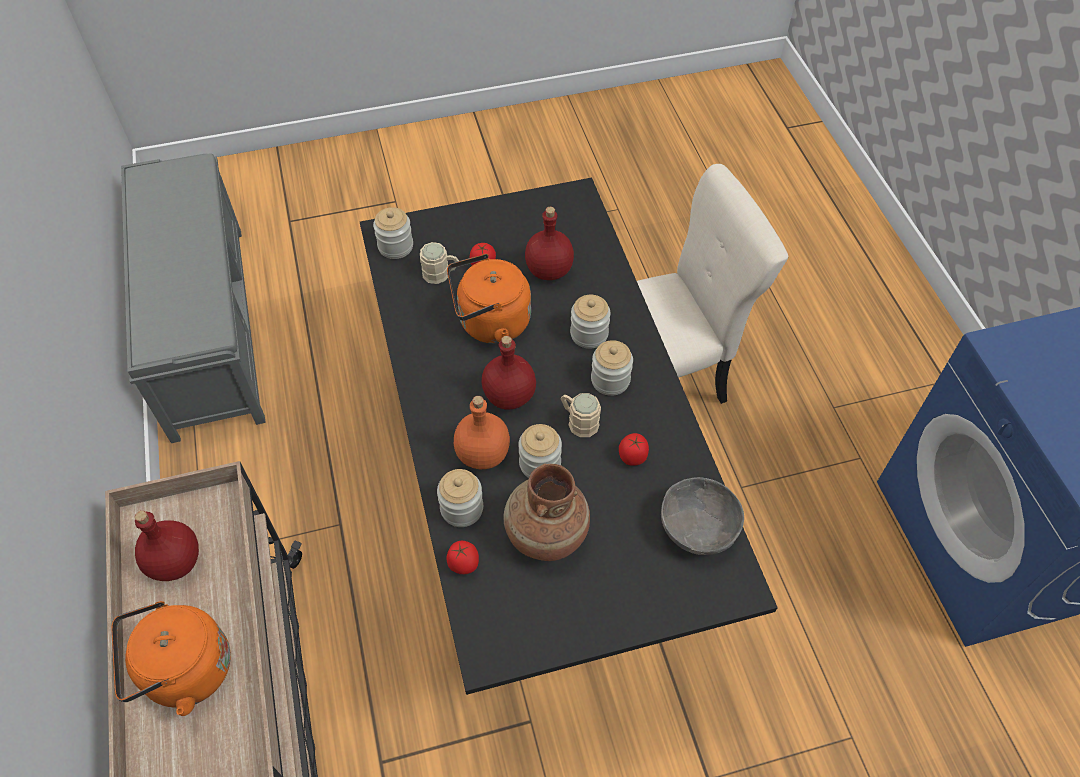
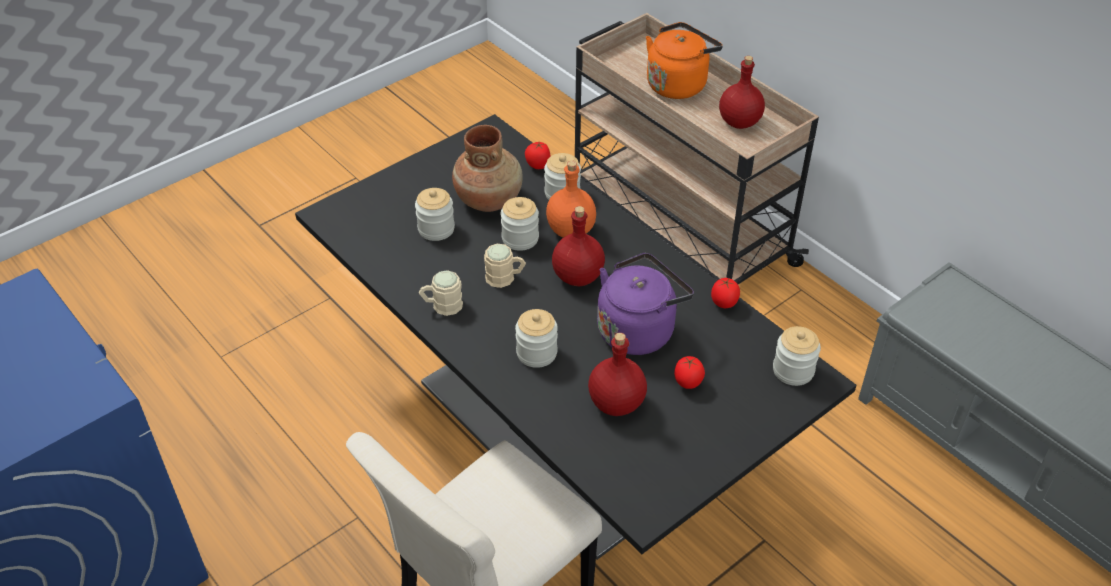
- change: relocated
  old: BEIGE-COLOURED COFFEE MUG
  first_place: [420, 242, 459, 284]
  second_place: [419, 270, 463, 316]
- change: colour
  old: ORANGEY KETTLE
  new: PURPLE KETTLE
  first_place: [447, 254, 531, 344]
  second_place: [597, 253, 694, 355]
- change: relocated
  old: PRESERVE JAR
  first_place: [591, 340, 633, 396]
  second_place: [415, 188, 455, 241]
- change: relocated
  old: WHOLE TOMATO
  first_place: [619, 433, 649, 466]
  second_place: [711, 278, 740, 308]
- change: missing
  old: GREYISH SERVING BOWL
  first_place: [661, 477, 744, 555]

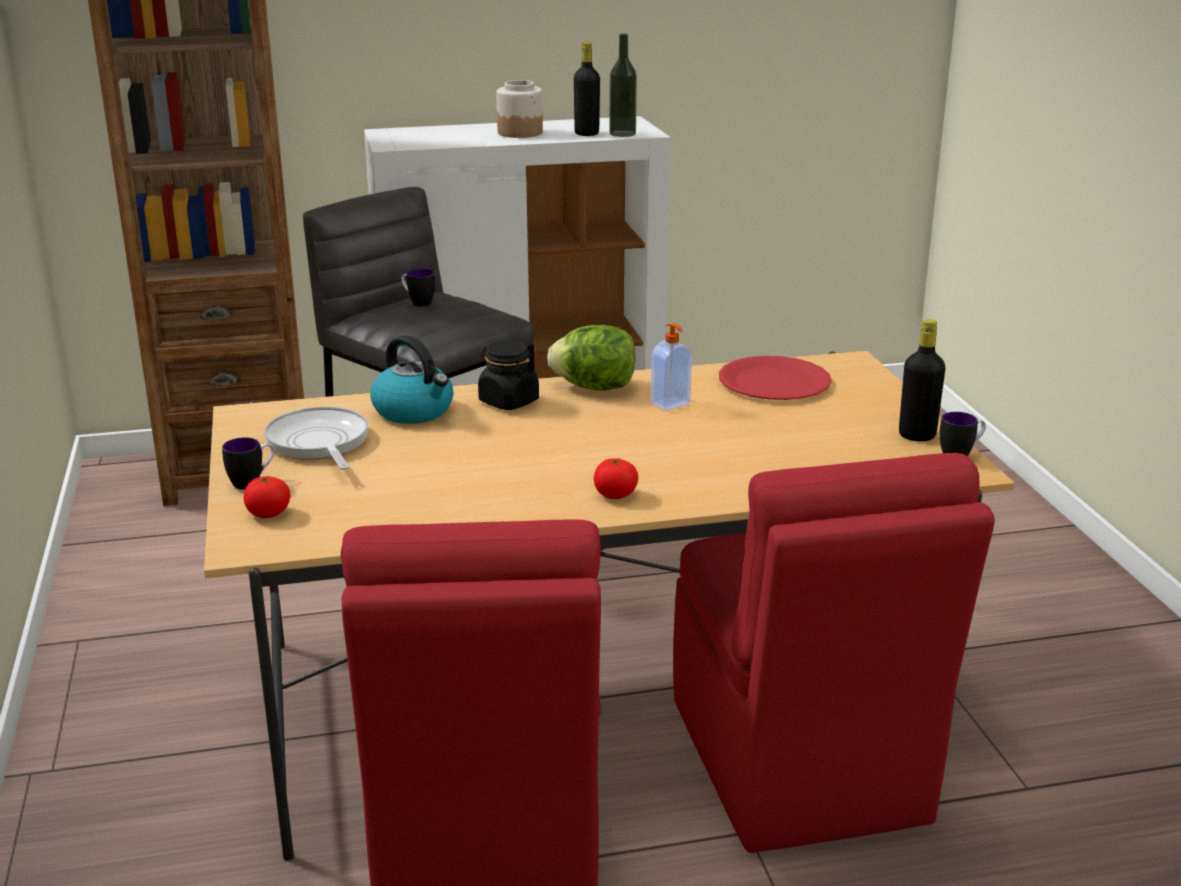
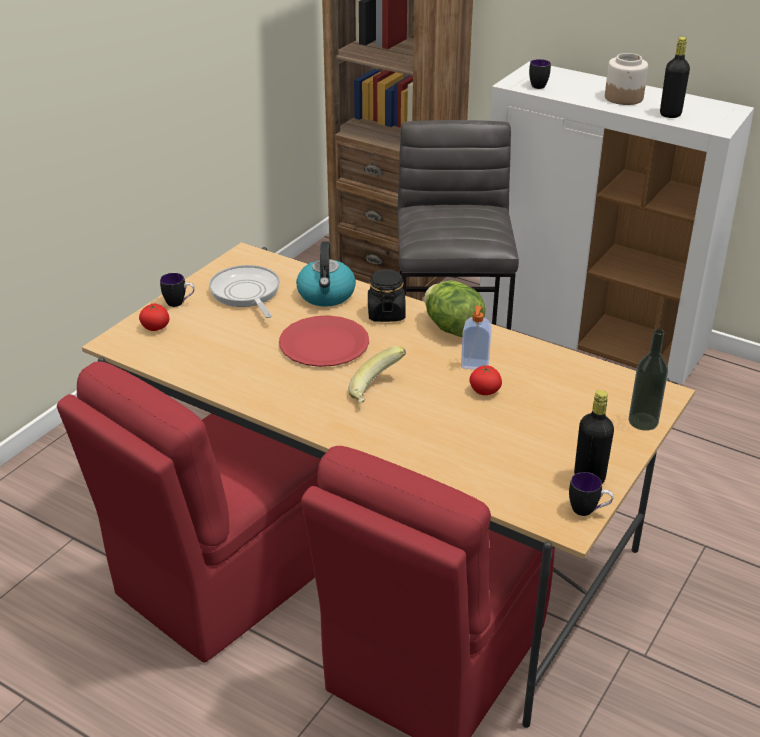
- change: spun
  old: SKILLET
  first_place: [264, 407, 368, 470]
  second_place: [209, 265, 280, 318]
  degrees: -45
- change: relocated
  old: COFFEE MUG
  first_place: [401, 269, 435, 307]
  second_place: [529, 59, 551, 89]
- change: relocated
  old: WHOLE TOMATO
  first_place: [594, 458, 638, 499]
  second_place: [469, 365, 502, 395]
- change: relocated
  old: BEVERAGE BOTTLE
  first_place: [609, 34, 637, 137]
  second_place: [629, 329, 668, 431]
- change: relocated
  old: REDDISH PLATE
  first_place: [719, 356, 831, 400]
  second_place: [279, 315, 369, 367]
- change: appeared
  new: WHOLE BANANA
  second_place: [348, 346, 406, 404]

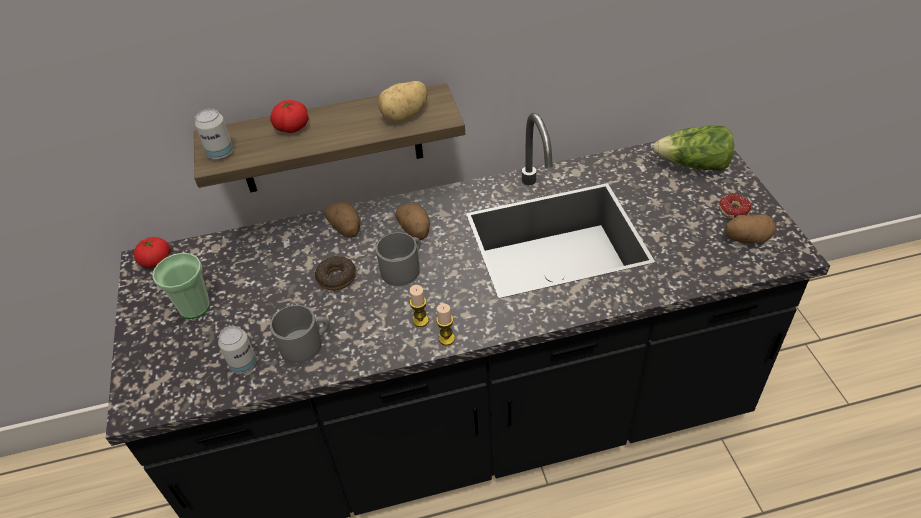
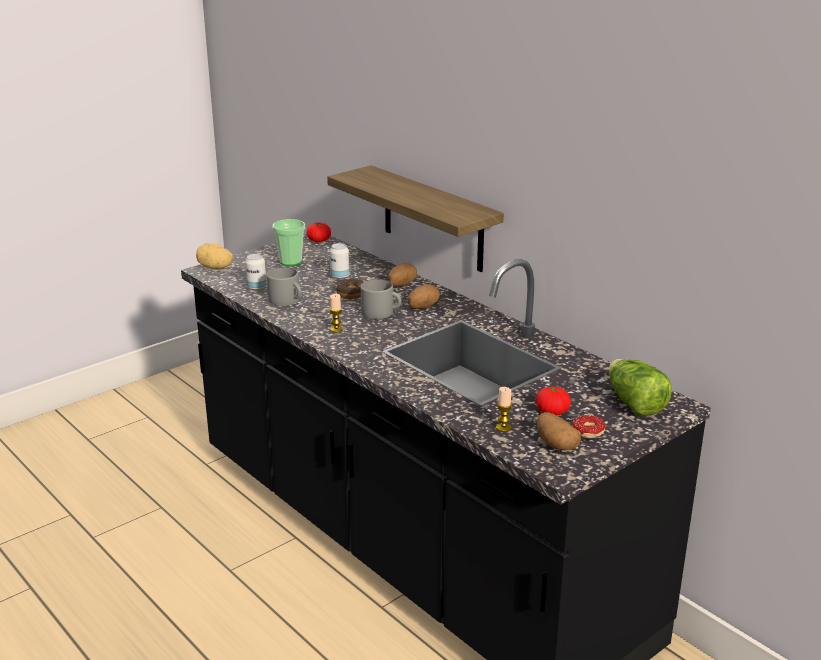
- change: relocated
  old: CAN
  first_place: [195, 108, 233, 160]
  second_place: [330, 243, 350, 279]
- change: relocated
  old: WHOLE TOMATO
  first_place: [270, 100, 309, 133]
  second_place: [536, 387, 571, 415]
- change: relocated
  old: SPUD
  first_place: [378, 81, 427, 122]
  second_place: [196, 243, 233, 269]
- change: relocated
  old: WAX LIGHT
  first_place: [436, 304, 455, 345]
  second_place: [496, 387, 513, 432]

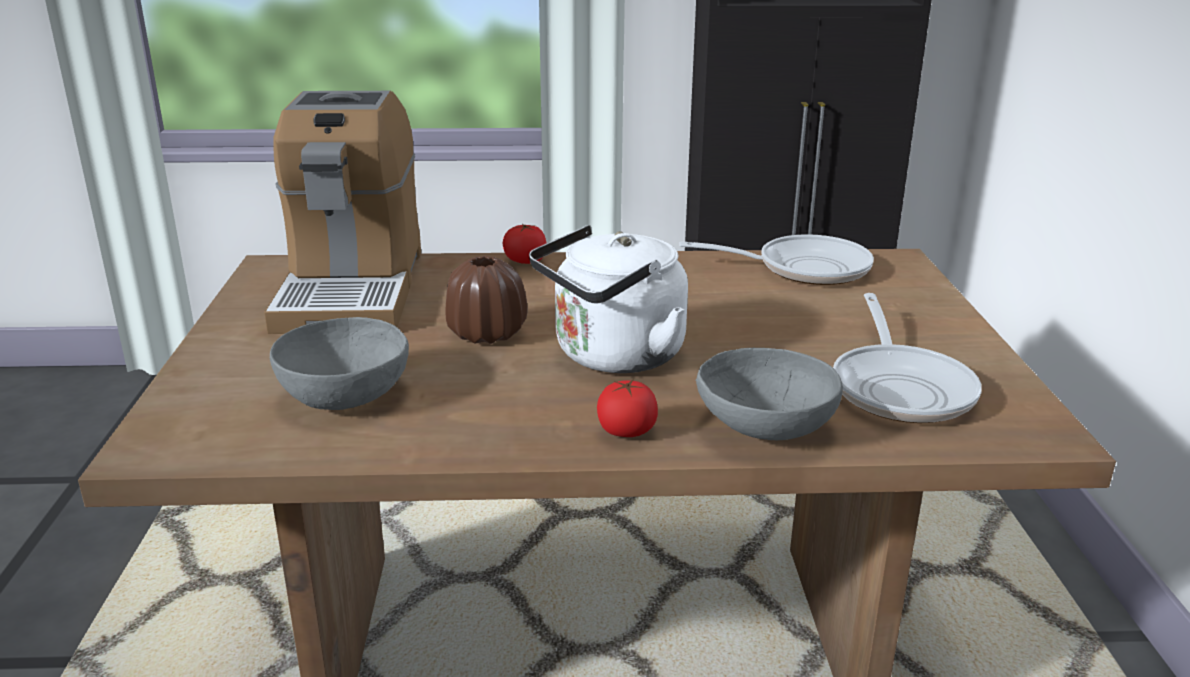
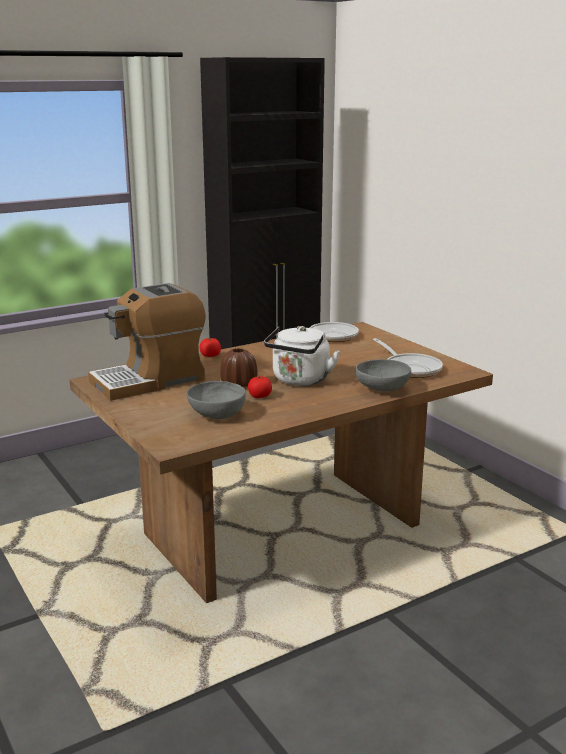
- change: spun
  old: COFFEE BREWER
  first_place: [264, 91, 421, 334]
  second_place: [88, 283, 206, 401]
  degrees: 90
- change: relocated
  old: WHOLE TOMATO
  first_place: [597, 379, 658, 437]
  second_place: [248, 376, 272, 398]

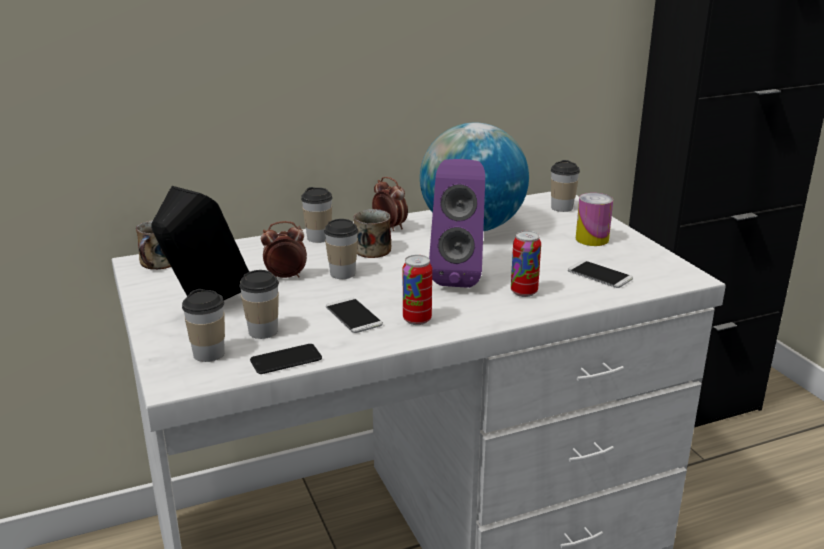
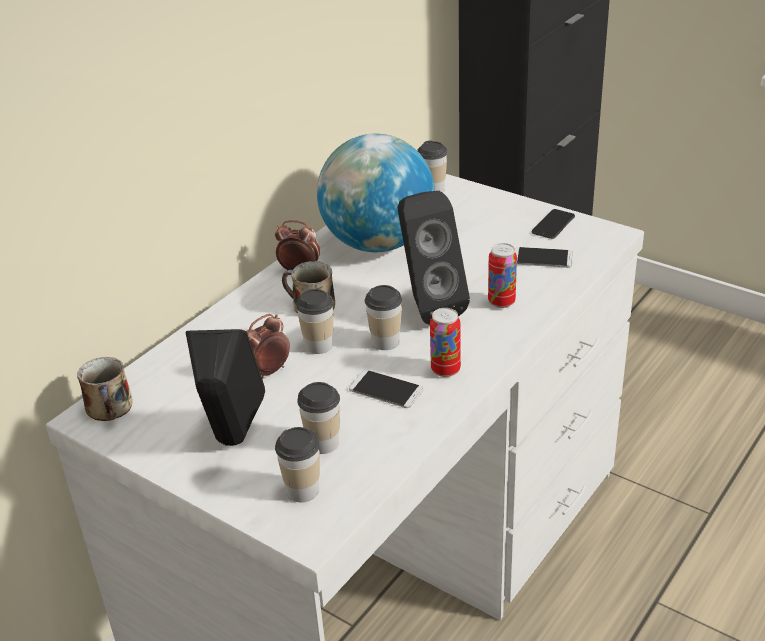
- change: relocated
  old: HANDSET
  first_place: [250, 344, 322, 374]
  second_place: [532, 209, 575, 239]
- change: relocated
  old: CUP
  first_place: [301, 187, 333, 243]
  second_place: [365, 285, 402, 350]
- change: colour
  old: PURPLE AUDIO SPEAKER
  new: BLACKISH AUDIO SPEAKER
  first_place: [429, 159, 485, 288]
  second_place: [397, 191, 470, 325]
- change: missing
  old: CAN
  first_place: [576, 193, 613, 246]

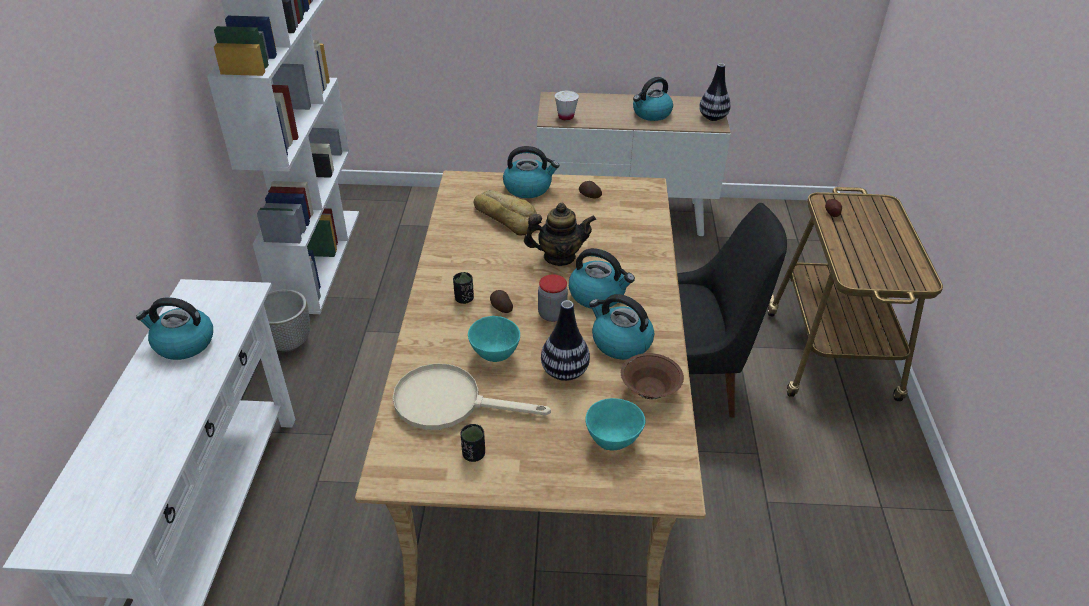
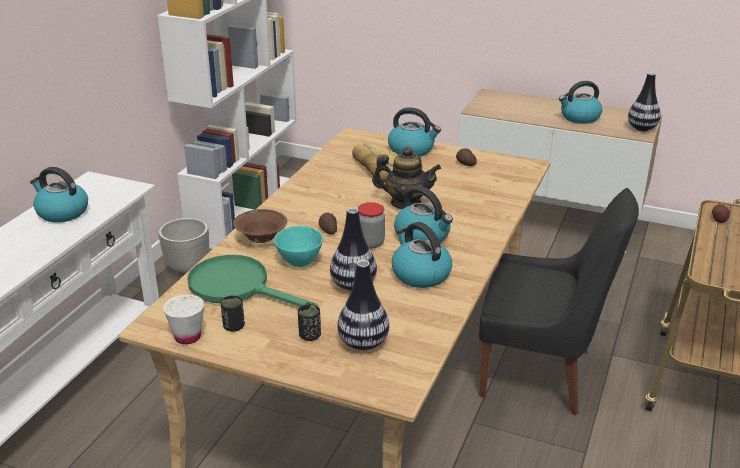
- change: colour
  old: BEIGE-COLOURED SKILLET
  new: GREEN SKILLET
  first_place: [393, 364, 551, 430]
  second_place: [187, 255, 319, 307]
- change: relocated
  old: BLACKISH CUP
  first_place: [453, 272, 474, 304]
  second_place: [298, 304, 321, 341]
- change: relocated
  old: WHITE-COLOURED CUP
  first_place: [555, 91, 579, 121]
  second_place: [163, 294, 204, 345]
- change: exchanged
  old: BLUE-GREEN SERVING BOWL
  new: DECORATIVE VASE
  first_place: [586, 398, 645, 450]
  second_place: [337, 260, 389, 350]
- change: relocated
  old: BROWN SERVING BOWL
  first_place: [621, 353, 684, 399]
  second_place: [233, 209, 287, 243]

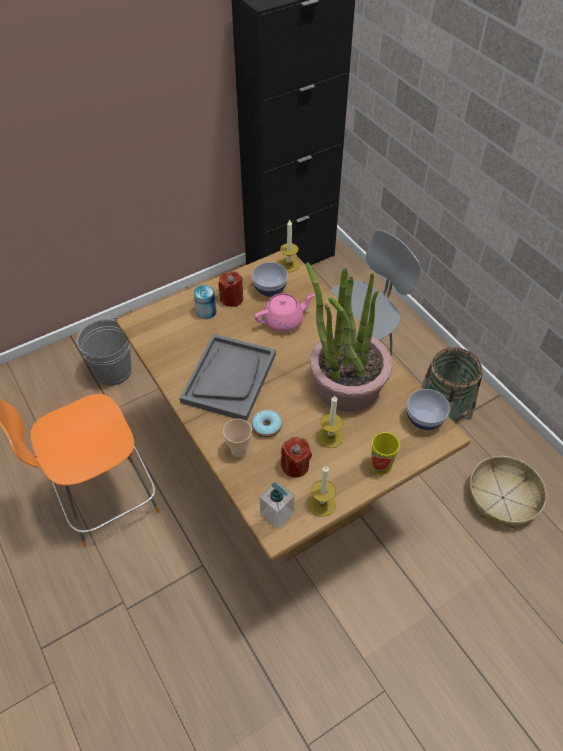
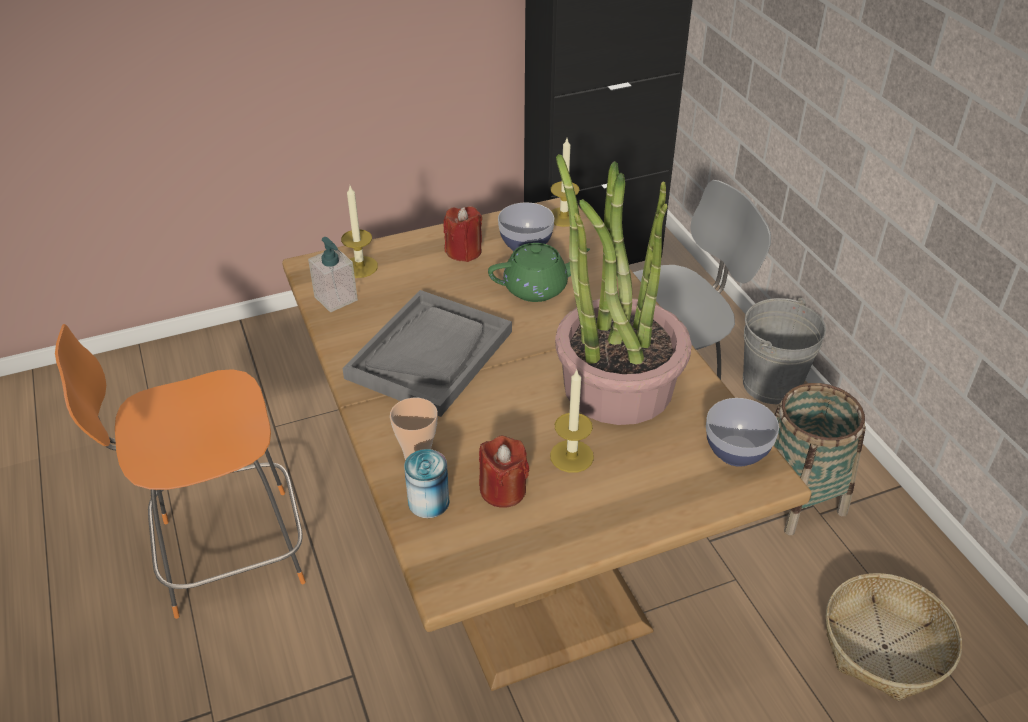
- change: relocated
  old: GREYISH WATER BUCKET
  first_place: [77, 317, 132, 386]
  second_place: [743, 297, 826, 404]
- change: relocated
  old: CAN
  first_place: [194, 285, 217, 319]
  second_place: [404, 449, 449, 518]
- change: missing
  old: DONUT
  first_place: [252, 410, 282, 438]
- change: colour
  old: PINK-COLOURED TEA POT
  new: GREEN TEA POT
  first_place: [254, 293, 315, 332]
  second_place: [488, 243, 590, 302]
- change: relocated
  old: SOAP DISPENSER
  first_place: [259, 481, 295, 528]
  second_place: [308, 237, 358, 312]
- change: relocated
  old: WAX LIGHT
  first_place: [308, 466, 336, 517]
  second_place: [341, 186, 378, 278]
- change: missing
  old: CUP
  first_place: [371, 432, 400, 475]

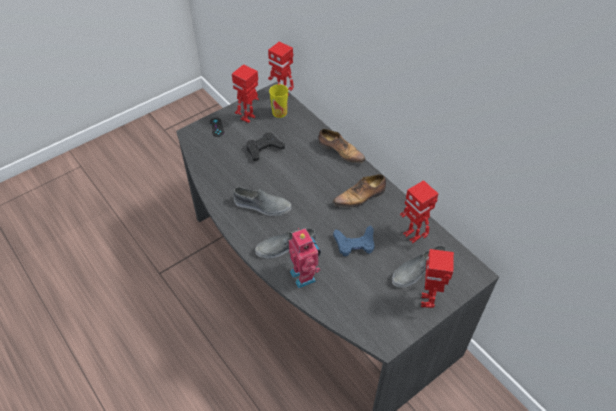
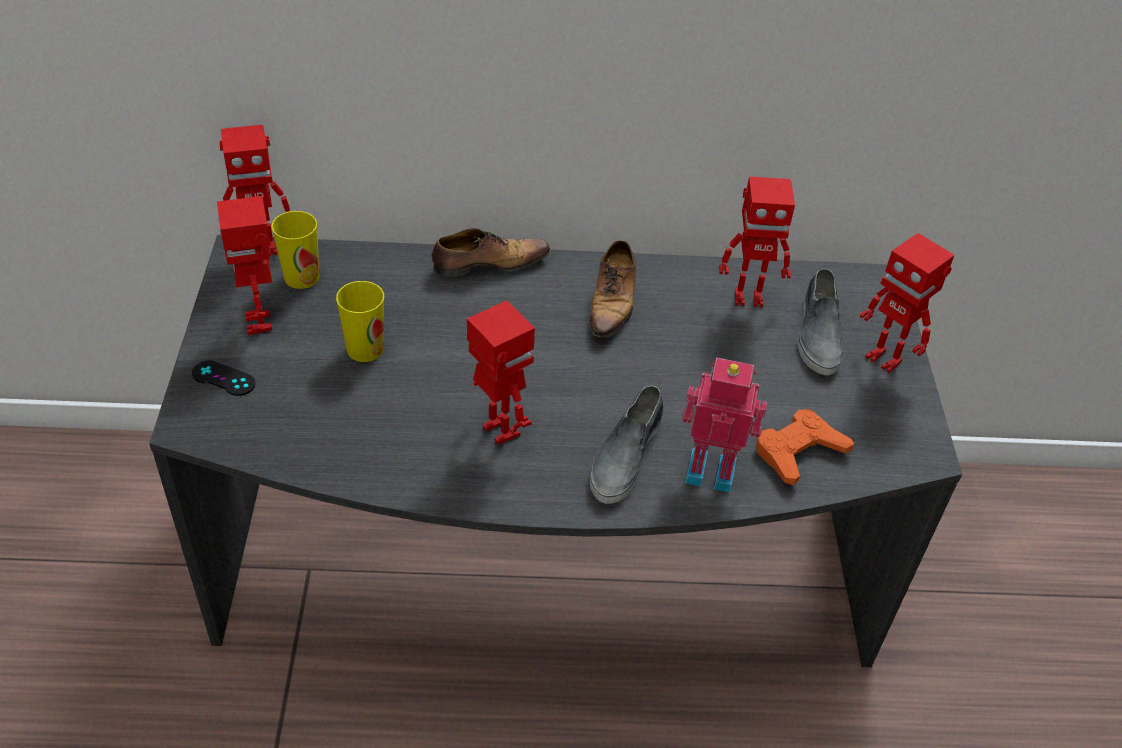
- change: exchanged
  old: GREYISH SHOE
  new: MODEL ROBOT
  first_place: [233, 187, 291, 216]
  second_place: [467, 300, 535, 445]
- change: exchanged
  old: BLACKISH GAMEPAD
  new: CUP
  first_place: [246, 132, 285, 162]
  second_place: [336, 281, 384, 362]
- change: missing
  old: BLUISH GAMEPAD
  first_place: [333, 226, 375, 256]
- change: appeared
  new: ORANGEY GAMEPAD
  second_place: [756, 409, 854, 486]

